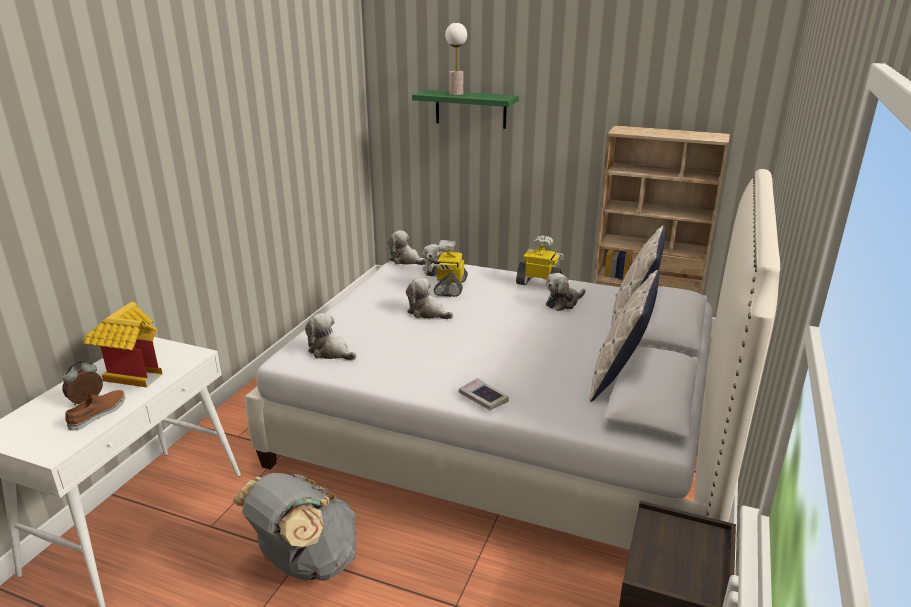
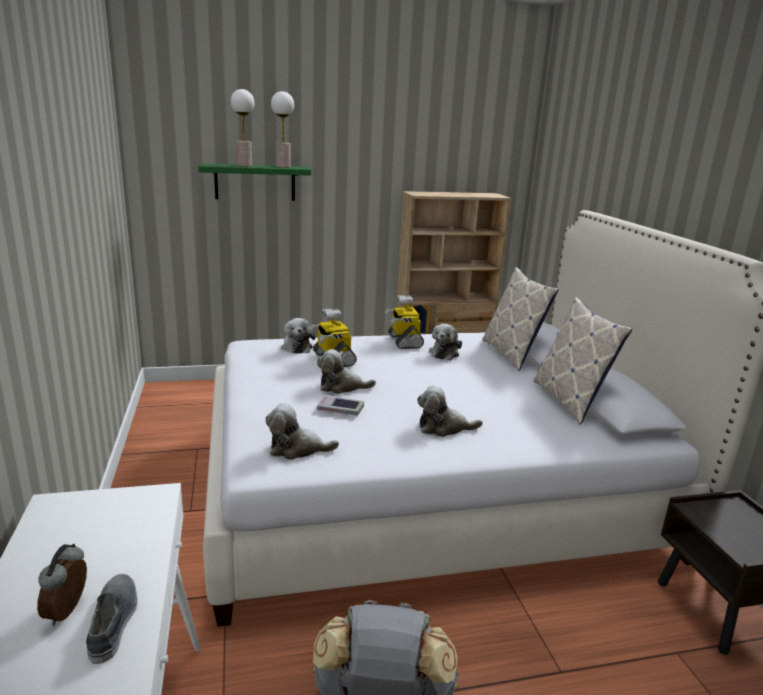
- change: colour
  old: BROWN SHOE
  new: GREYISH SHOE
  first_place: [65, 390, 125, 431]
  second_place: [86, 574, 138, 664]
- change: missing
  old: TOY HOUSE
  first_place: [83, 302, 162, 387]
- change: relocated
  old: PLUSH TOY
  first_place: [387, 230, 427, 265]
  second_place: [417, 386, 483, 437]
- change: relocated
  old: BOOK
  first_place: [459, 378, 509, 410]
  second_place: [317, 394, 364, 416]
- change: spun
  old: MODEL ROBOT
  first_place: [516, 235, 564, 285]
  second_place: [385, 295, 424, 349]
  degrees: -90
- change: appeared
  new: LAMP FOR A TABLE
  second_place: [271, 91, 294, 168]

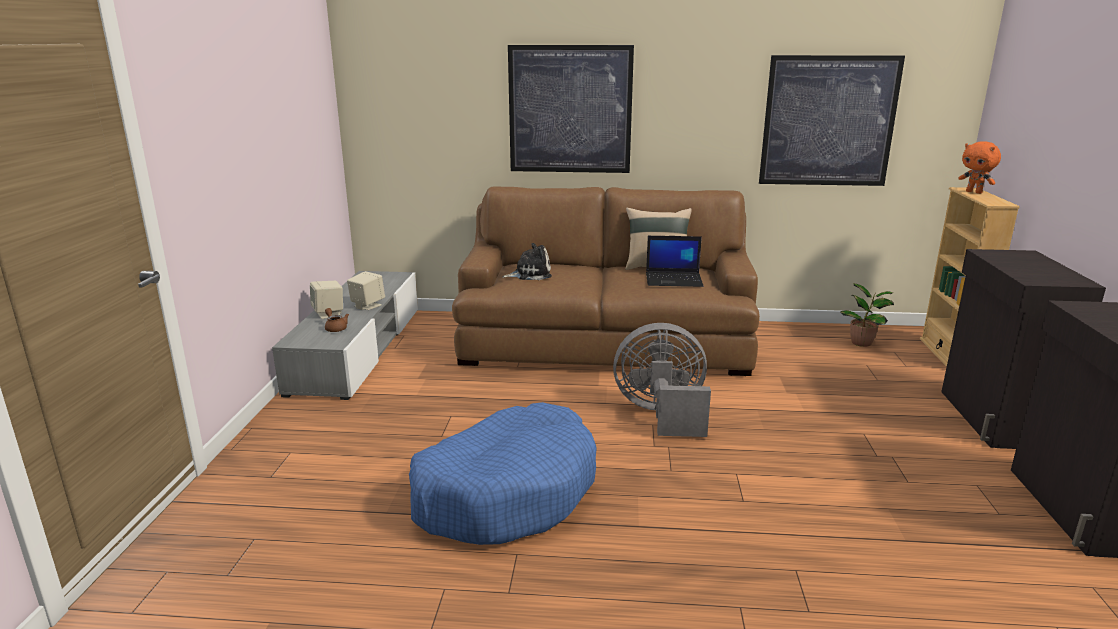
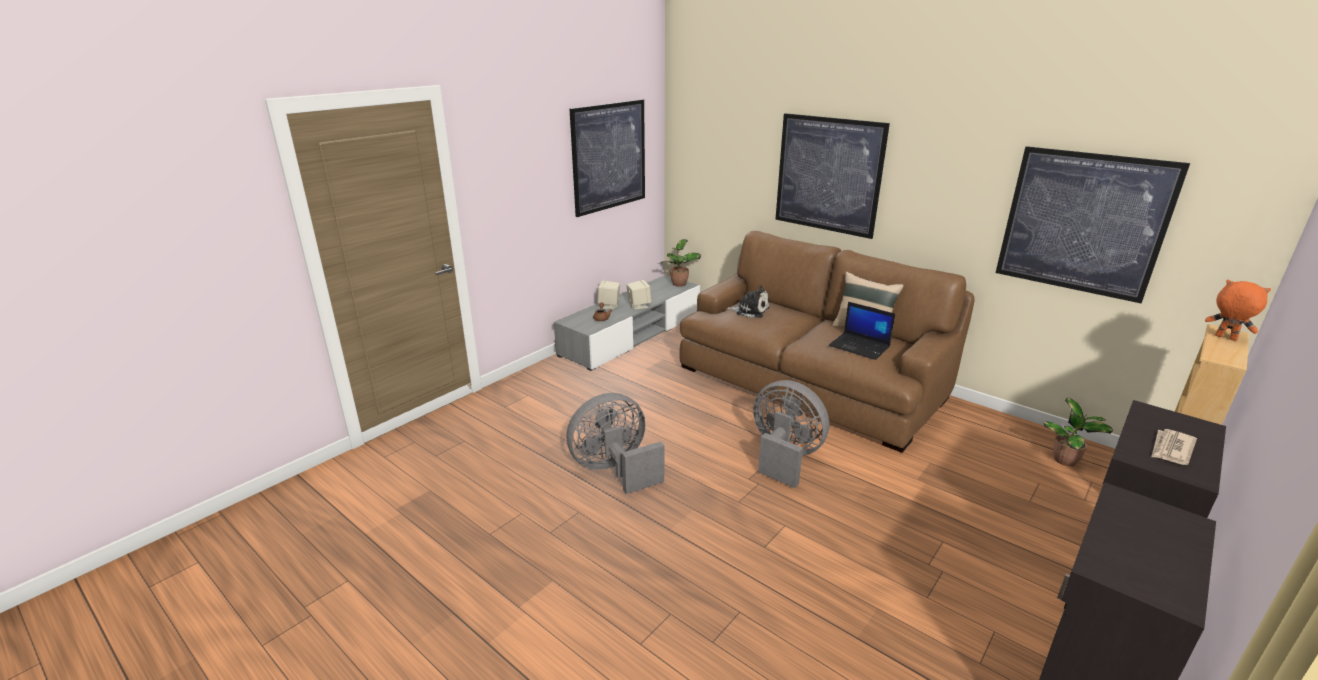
- change: exchanged
  old: BLUISH DOG CUSHION
  new: GREYISH ELECTRIC FAN
  first_place: [409, 402, 597, 545]
  second_place: [566, 393, 664, 494]
- change: spun
  old: ORANGEY PLUSH TOY
  first_place: [958, 141, 1001, 194]
  second_place: [1205, 280, 1271, 341]
  degrees: 135
- change: appeared
  new: WALL PICTURE
  second_place: [570, 99, 645, 217]
- change: appeared
  new: PLANT IN A POT
  second_place: [660, 239, 701, 287]
- change: appeared
  new: PRINTED PAPER
  second_place: [1151, 429, 1197, 465]

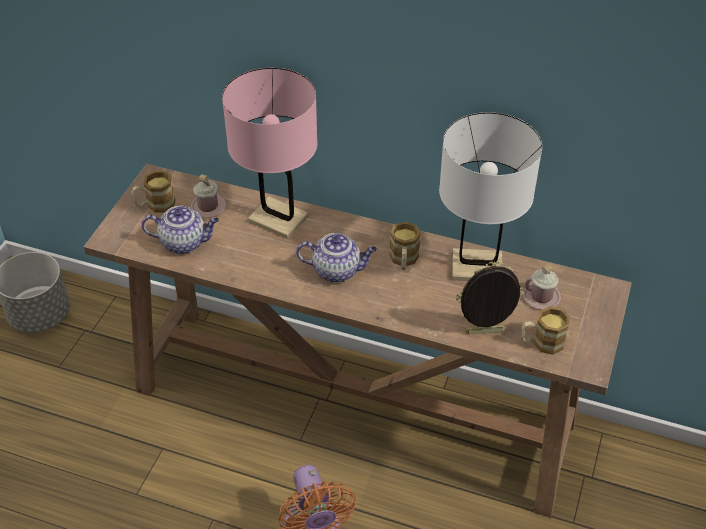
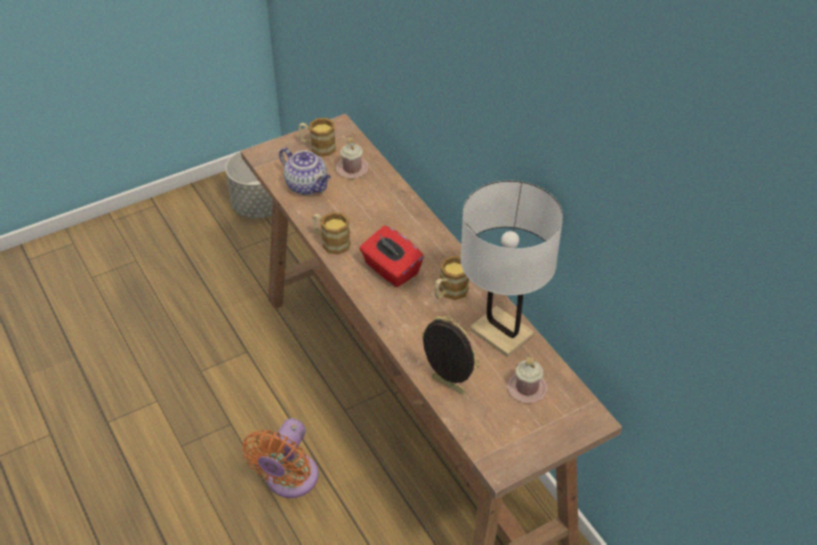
- change: missing
  old: PINK-COLOURED LAMP FOR A TABLE
  first_place: [222, 68, 318, 239]
- change: exchanged
  old: TEA POT
  new: REDDISH TISSUE BOX
  first_place: [296, 233, 377, 282]
  second_place: [359, 226, 424, 287]
- change: relocated
  old: COFFEE MUG
  first_place: [521, 306, 570, 355]
  second_place: [312, 212, 351, 255]

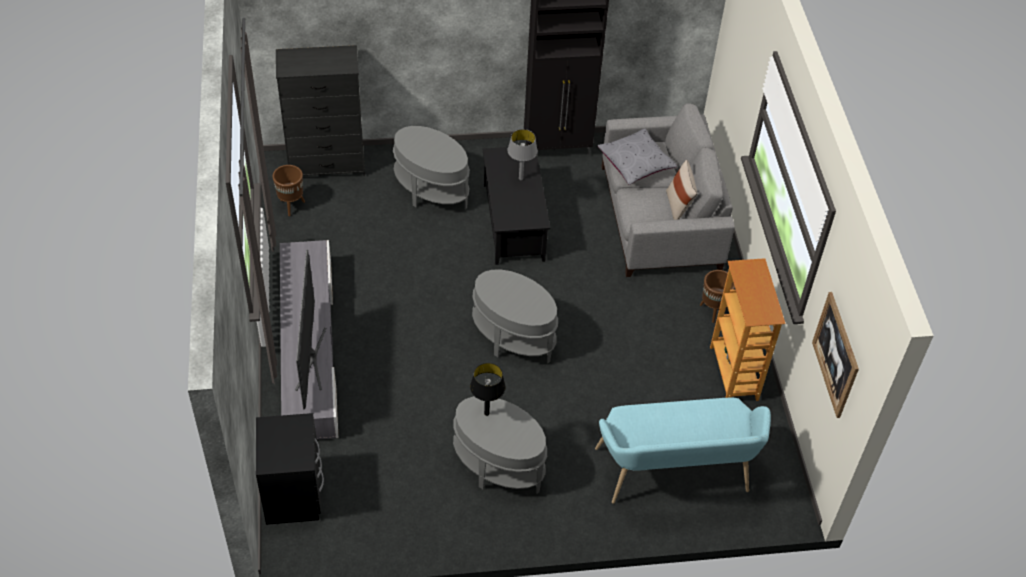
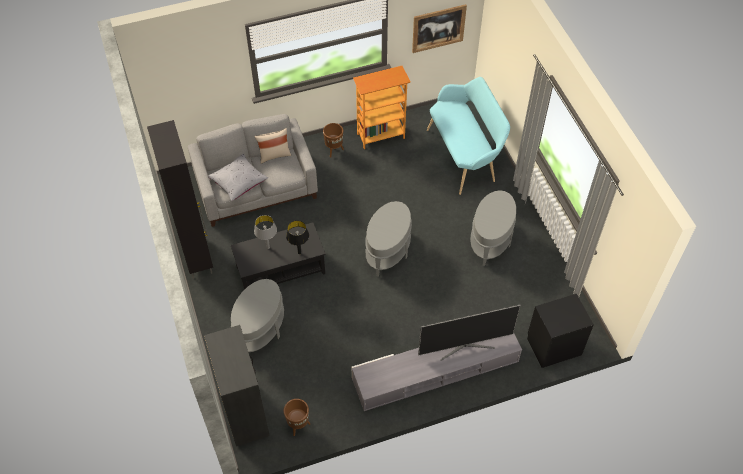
- change: relocated
  old: BLACKISH LAMP FOR A TABLE
  first_place: [470, 363, 505, 416]
  second_place: [286, 220, 309, 254]

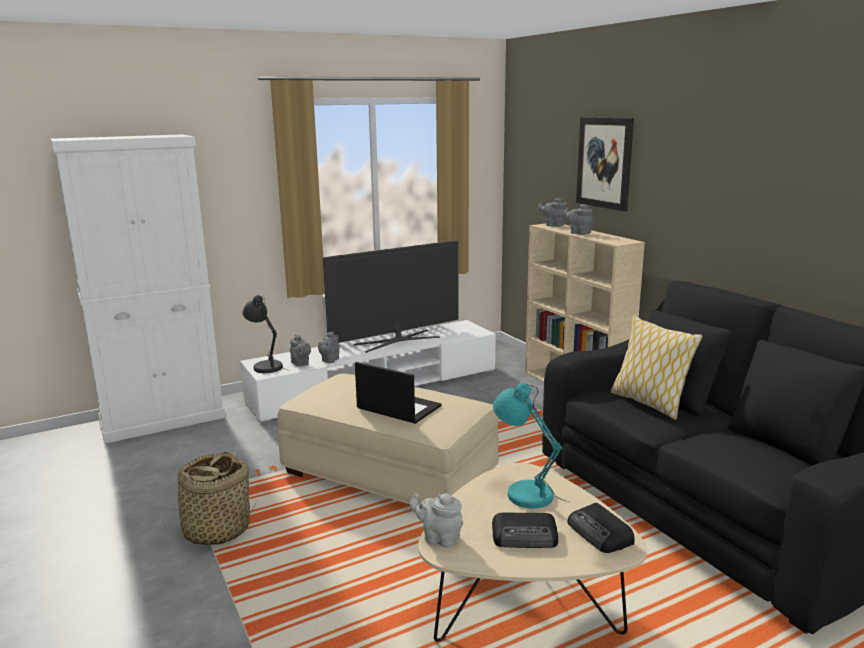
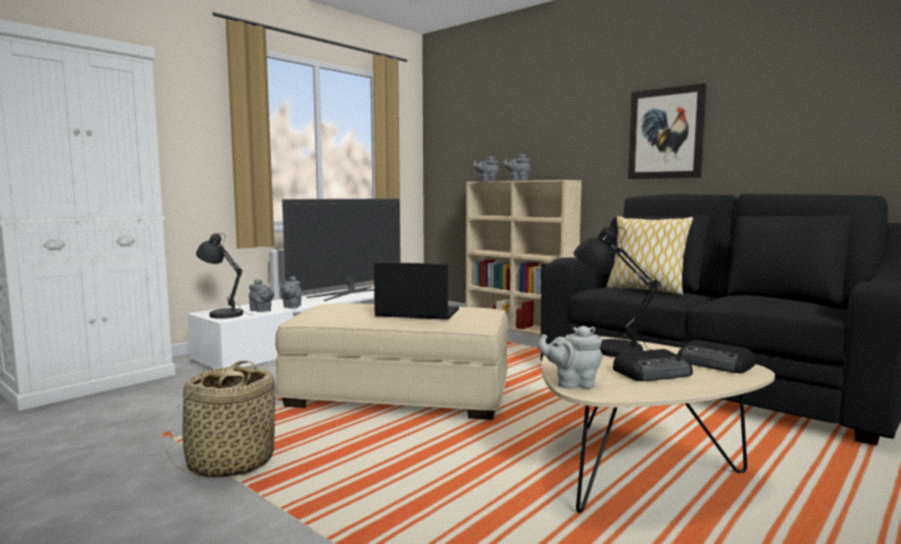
- change: colour
  old: BLUE-GREEN LAMP FOR A TABLE
  new: BLACKISH LAMP FOR A TABLE
  first_place: [493, 383, 568, 509]
  second_place: [573, 227, 661, 357]
- change: relocated
  old: WALL PICTURE
  first_place: [576, 117, 634, 211]
  second_place: [628, 83, 707, 179]

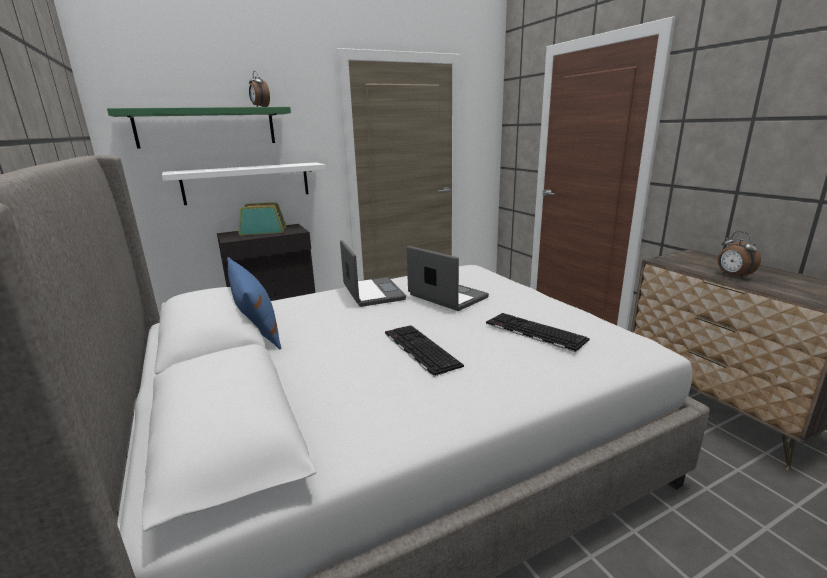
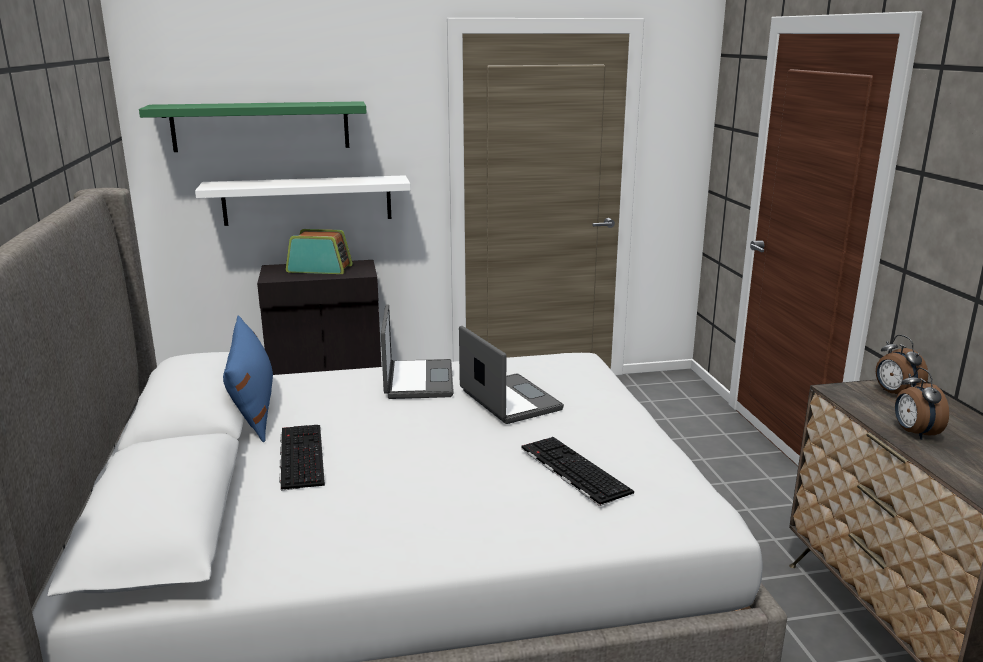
- change: relocated
  old: ALARM CLOCK
  first_place: [249, 71, 270, 107]
  second_place: [876, 335, 928, 394]
- change: relocated
  old: COMPUTER KEYBOARD
  first_place: [385, 325, 464, 377]
  second_place: [279, 425, 325, 491]

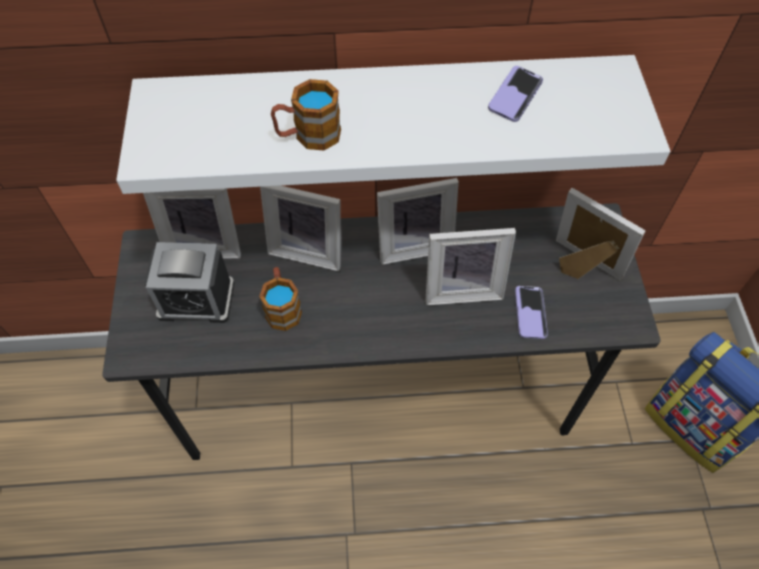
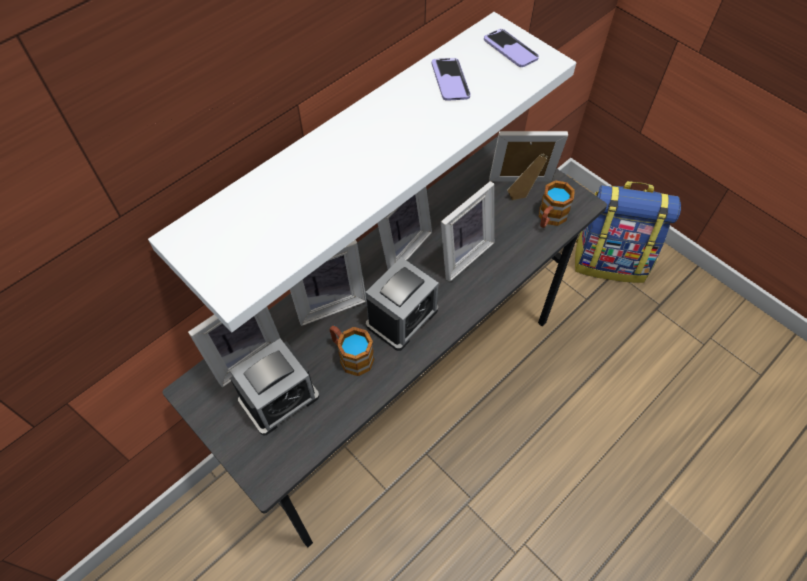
- change: relocated
  old: COFFEE MUG
  first_place: [271, 79, 341, 151]
  second_place: [539, 180, 575, 228]
- change: relocated
  old: HANDSET
  first_place: [515, 286, 548, 339]
  second_place: [484, 29, 539, 67]
- change: appeared
  new: ALARM CLOCK
  second_place: [365, 257, 439, 351]

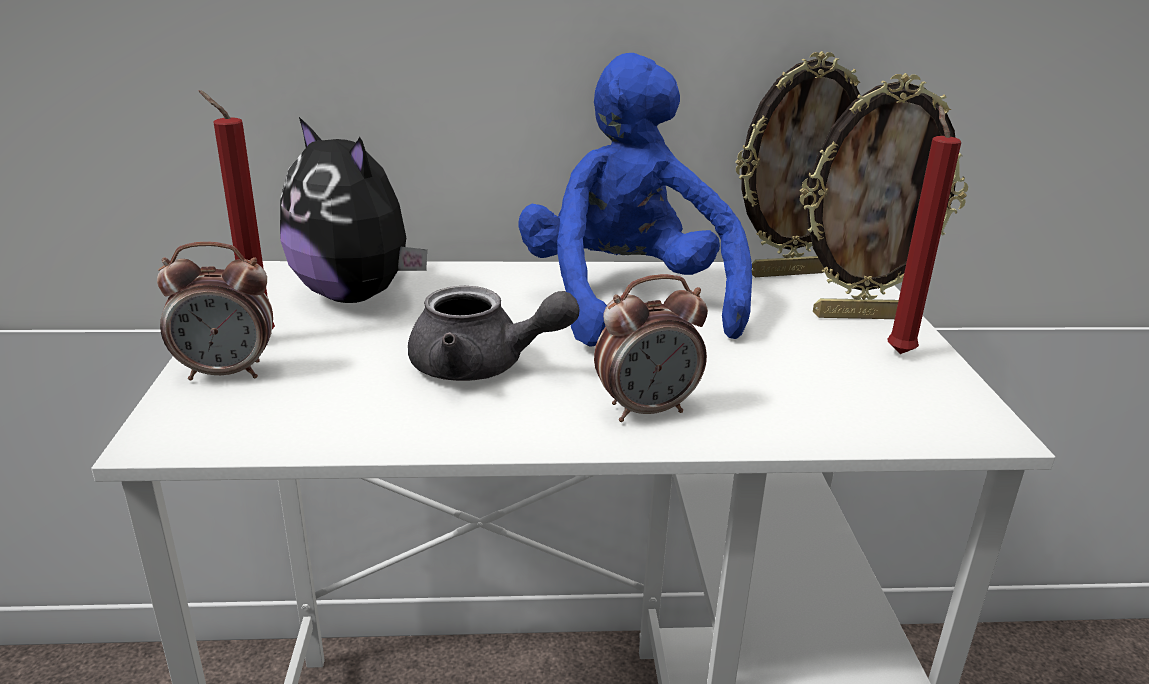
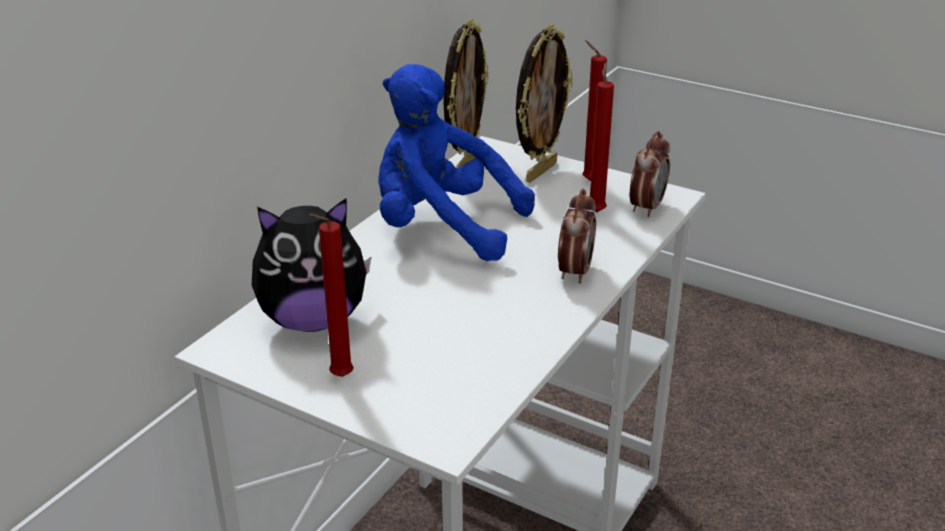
- change: relocated
  old: ALARM CLOCK
  first_place: [157, 242, 273, 380]
  second_place: [630, 131, 670, 217]
- change: missing
  old: GREYISH TEA POT
  first_place: [408, 286, 580, 381]
- change: appeared
  new: REDDISH WAX LIGHT
  second_place: [590, 62, 614, 213]

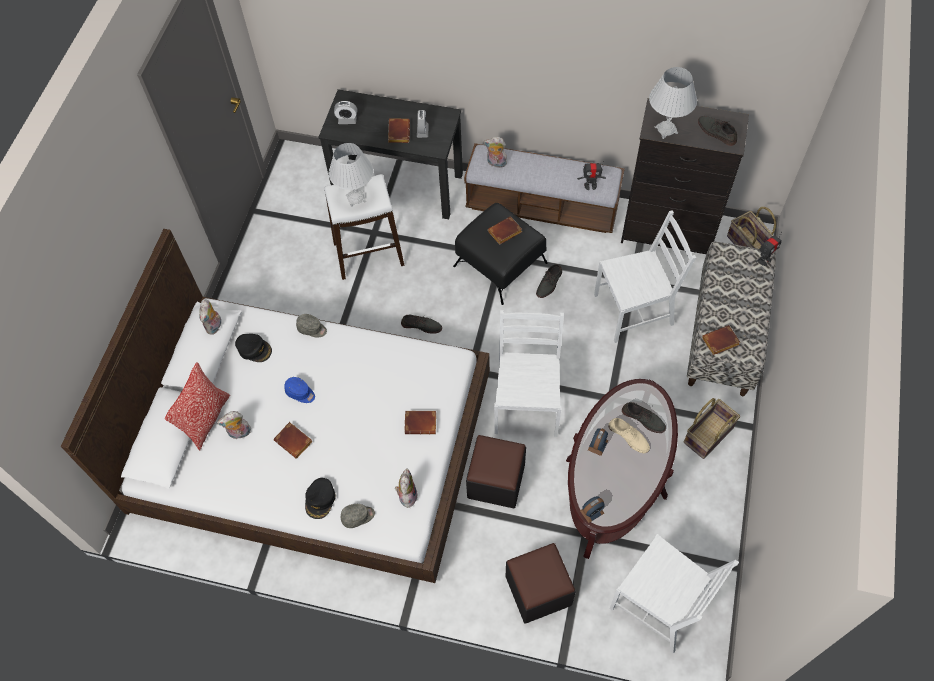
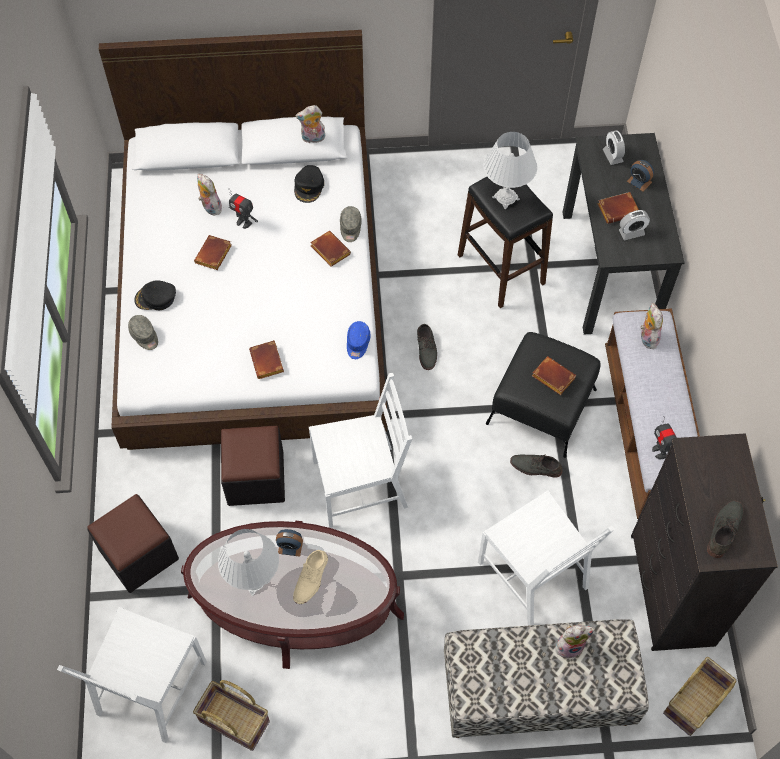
- change: missing
  old: CUSHION
  first_place: [164, 362, 230, 450]
- change: relocated
  old: BLUISH PEAKED CAP
  first_place: [285, 377, 315, 403]
  second_place: [347, 321, 371, 359]
- change: colour
  old: WHITE-COLOURED STOOL SEAT
  new: BLACKISH STOOL SEAT
  first_place: [324, 174, 405, 280]
  second_place: [458, 177, 553, 308]
- change: relocated
  old: PLUSH TOY
  first_place: [395, 468, 418, 508]
  second_place: [555, 625, 595, 659]
- change: relocated
  old: ALARM CLOCK
  first_place: [580, 496, 605, 523]
  second_place: [627, 160, 654, 191]
- change: missing
  old: GREYISH SHOE
  first_place: [622, 402, 666, 433]
- change: relocated
  old: WHITE-COLOURED LAMP FOR A TABLE
  first_place: [649, 67, 697, 139]
  second_place: [218, 529, 279, 596]
- change: relocated
  old: BASKET
  first_place: [684, 398, 740, 459]
  second_place: [193, 680, 270, 751]
- change: relocated
  old: BROWN BOOK
  first_place: [702, 325, 740, 355]
  second_place: [310, 231, 351, 267]
- change: relocated
  old: MODEL ROBOT
  first_place: [756, 232, 782, 266]
  second_place: [229, 194, 258, 229]

